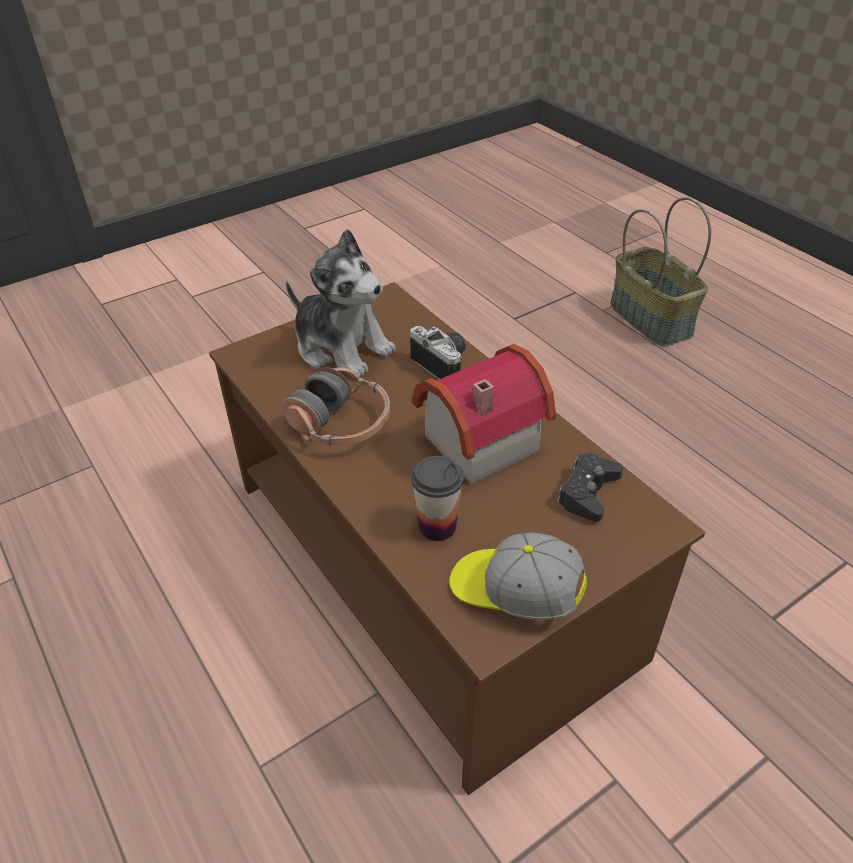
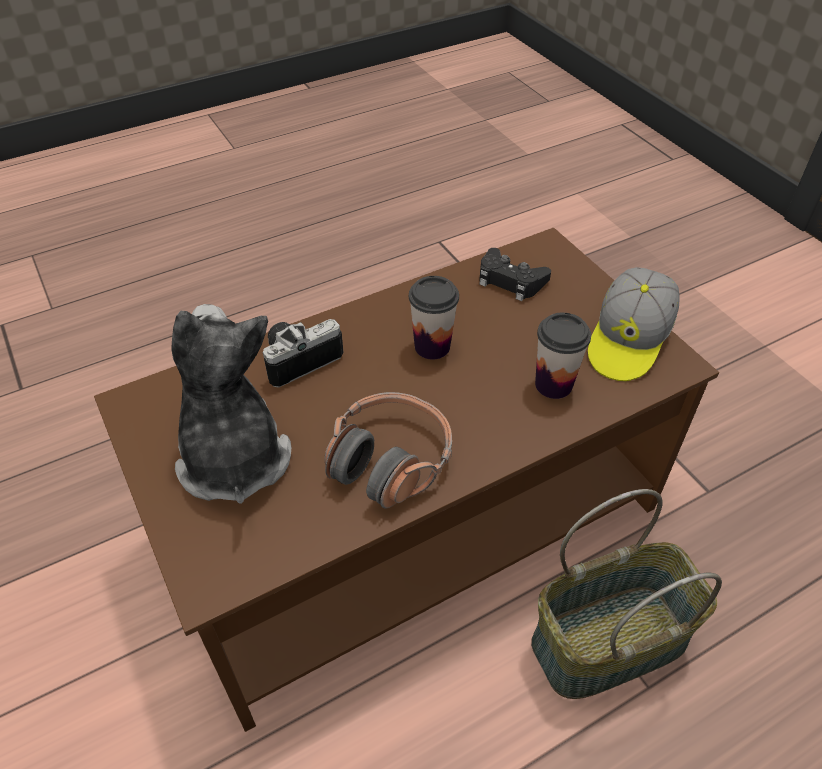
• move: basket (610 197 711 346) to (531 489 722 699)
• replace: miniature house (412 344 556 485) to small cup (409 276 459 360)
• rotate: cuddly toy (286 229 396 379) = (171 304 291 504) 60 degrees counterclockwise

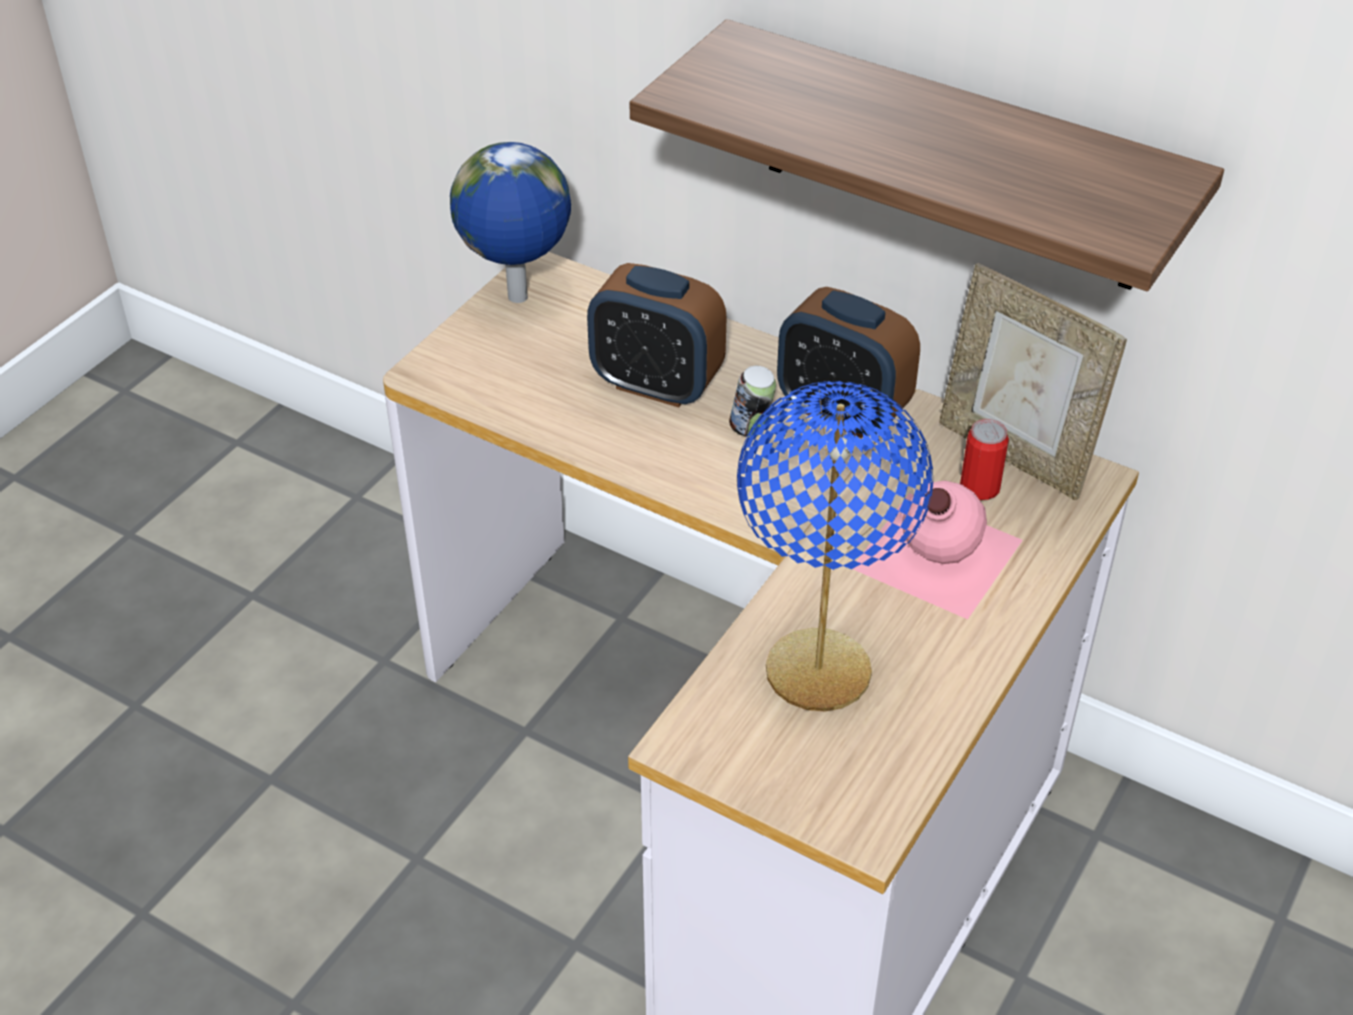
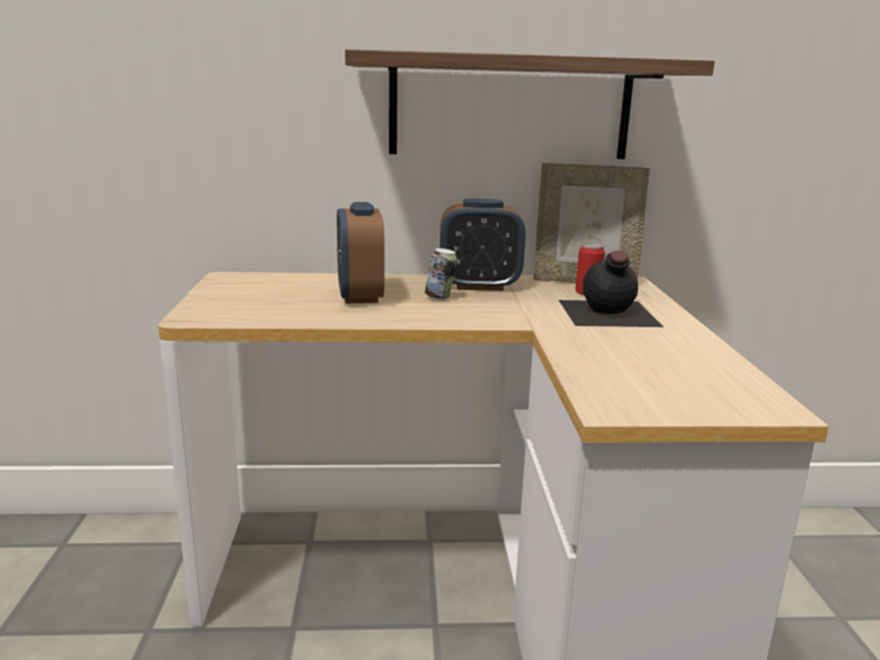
• delete: desk globe (450 142 571 303)
• delete: bluish tabletop lamp (737 381 933 712)
• recolor: pinkish beverage bottle (853 481 1023 619) to black-coloured beverage bottle (559 250 663 327)
• rotate: table clock (587 263 727 407) = (337 202 385 304) 90 degrees clockwise

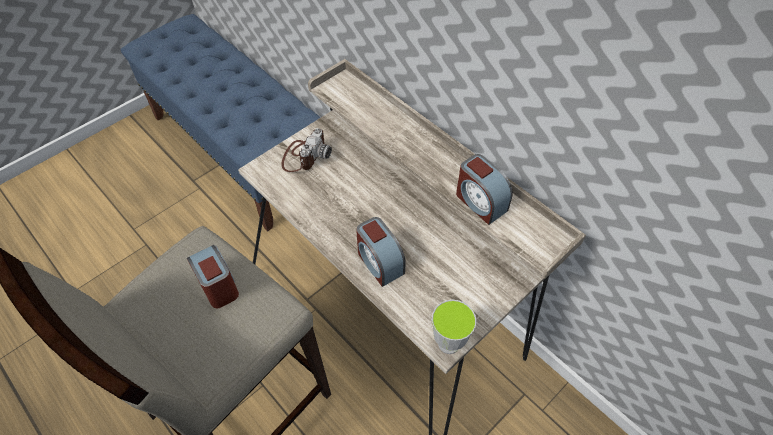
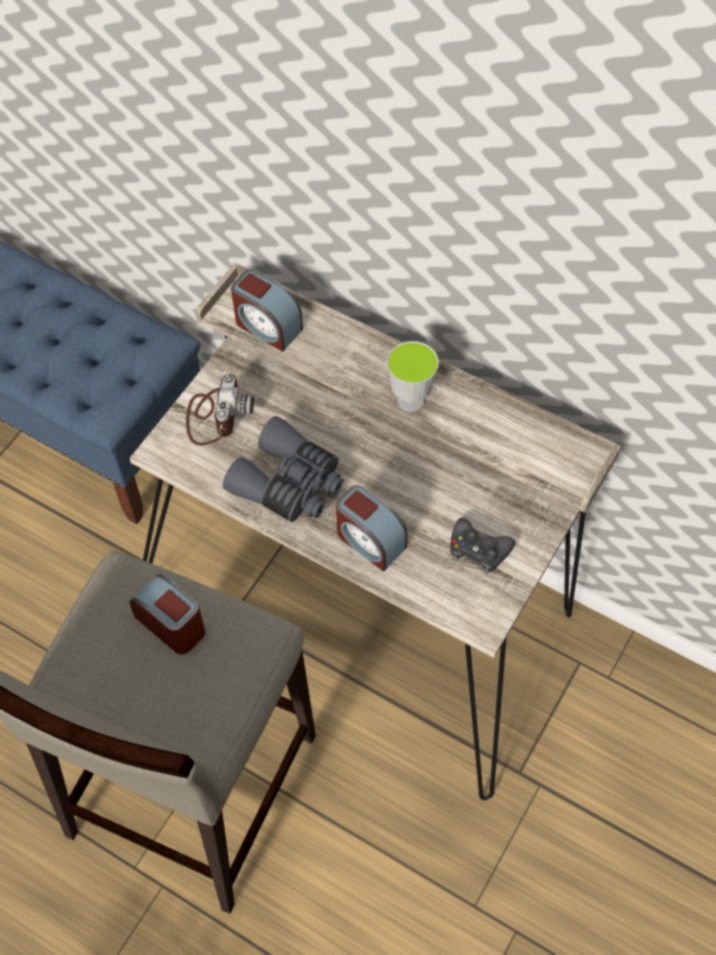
• insert: greyish binoculars (223 416 344 522)
• insert: black-coloured joypad (450 518 515 575)
• move: small cup (432 300 477 354) to (387 341 439 412)
• move: table clock (456 154 513 225) to (231 269 303 352)

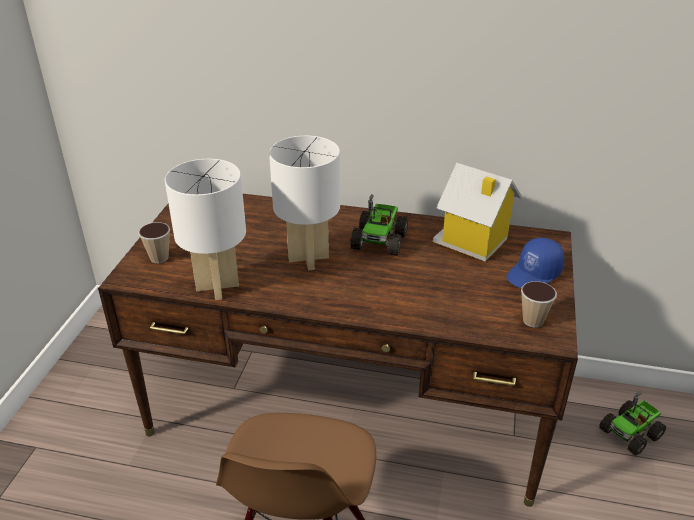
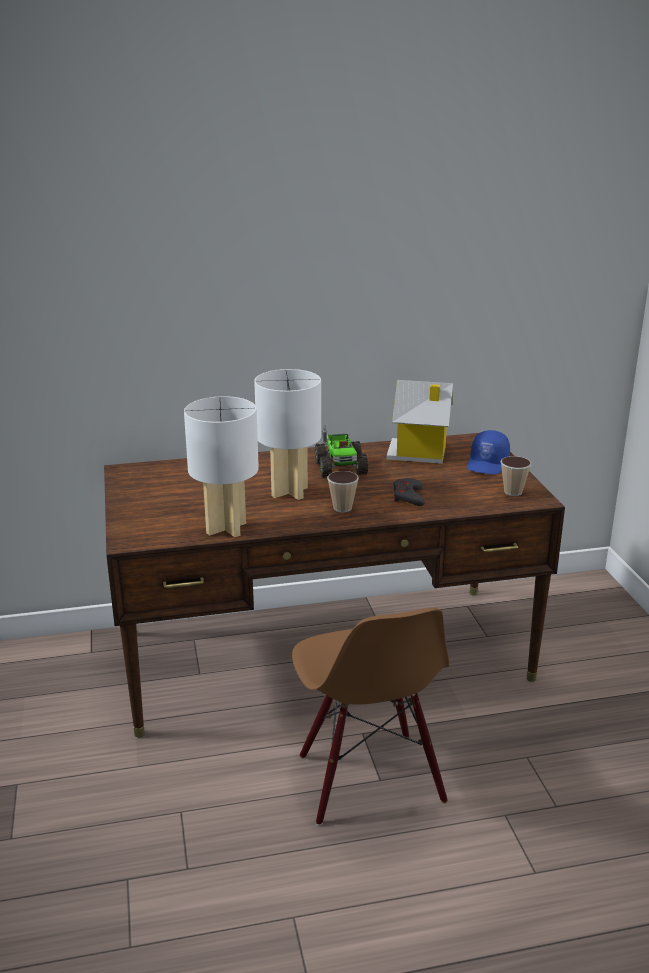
• delete: model truck (599 391 666 456)
• insert: greyish joypad (393 478 425 506)
• move: small cup (138 222 170 263) to (327 471 359 512)

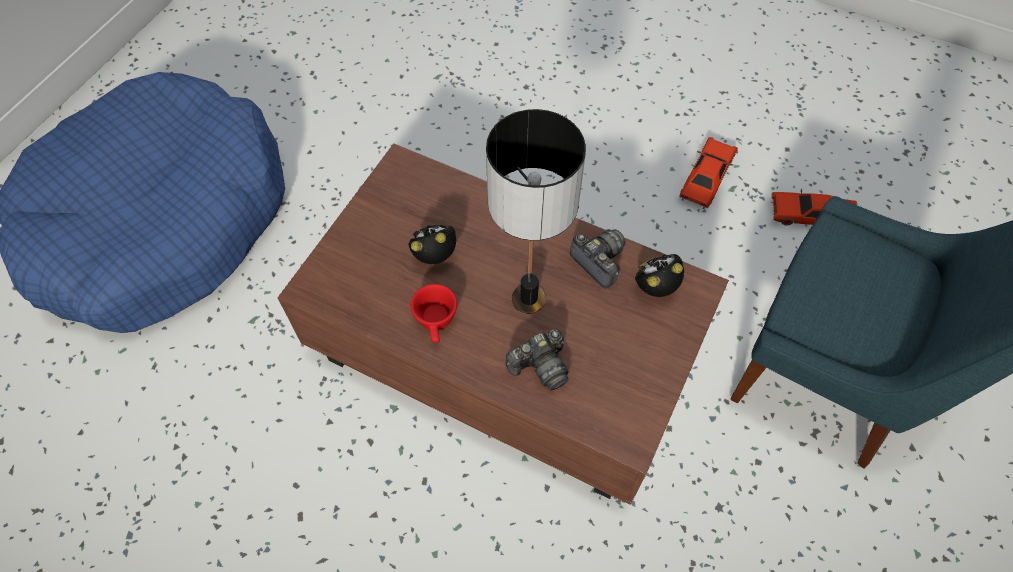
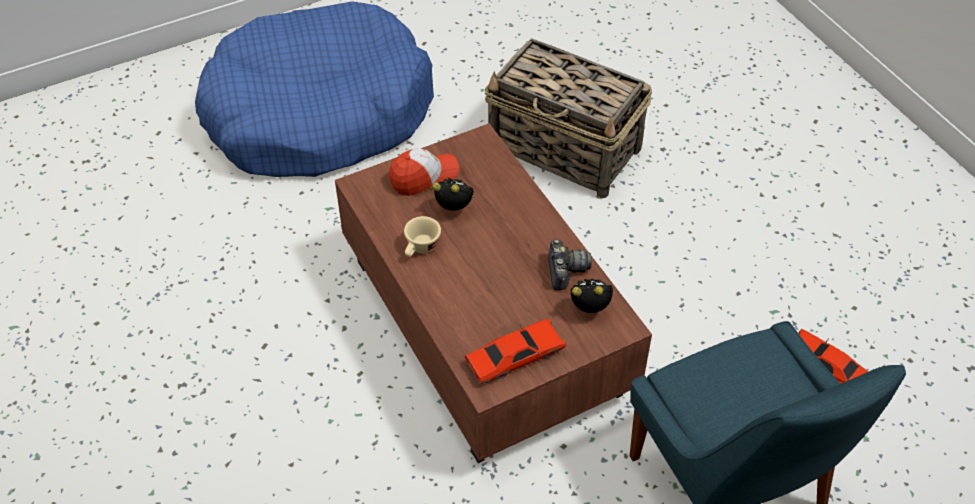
• delete: tabletop lamp (486 109 586 314)
• delete: photo camera (506 329 569 390)
• insert: peaked cap (389 148 460 196)
• insert: basket (485 38 652 199)
• move: red toy car (679 137 738 209) to (464 318 566 384)
• recolor: red small cup (410 284 457 343) to beige-coloured small cup (404 216 441 257)

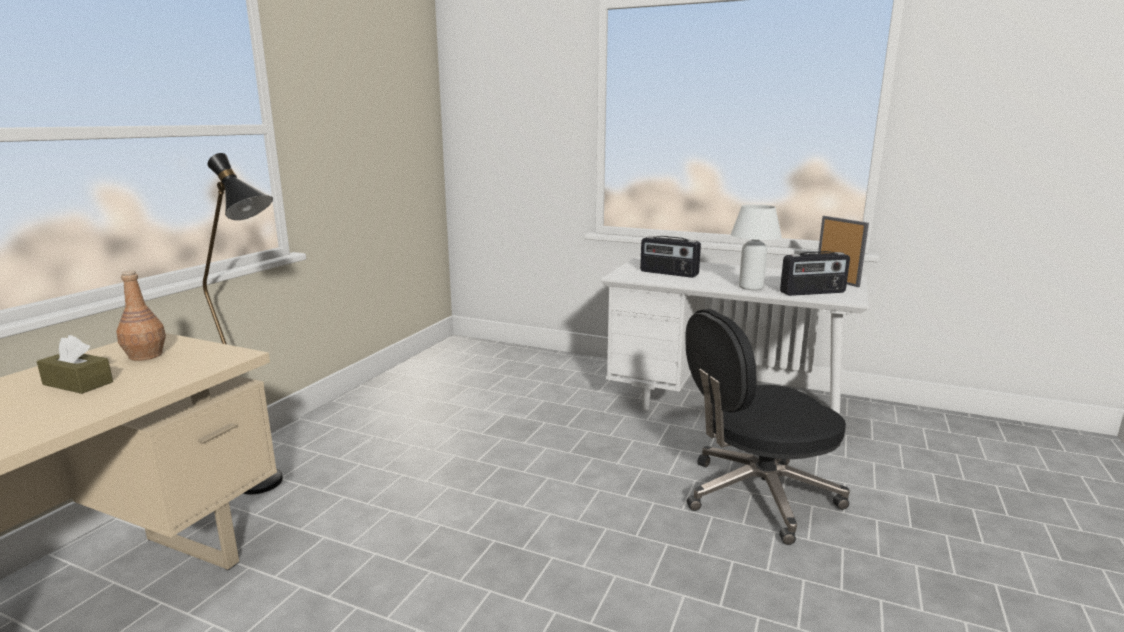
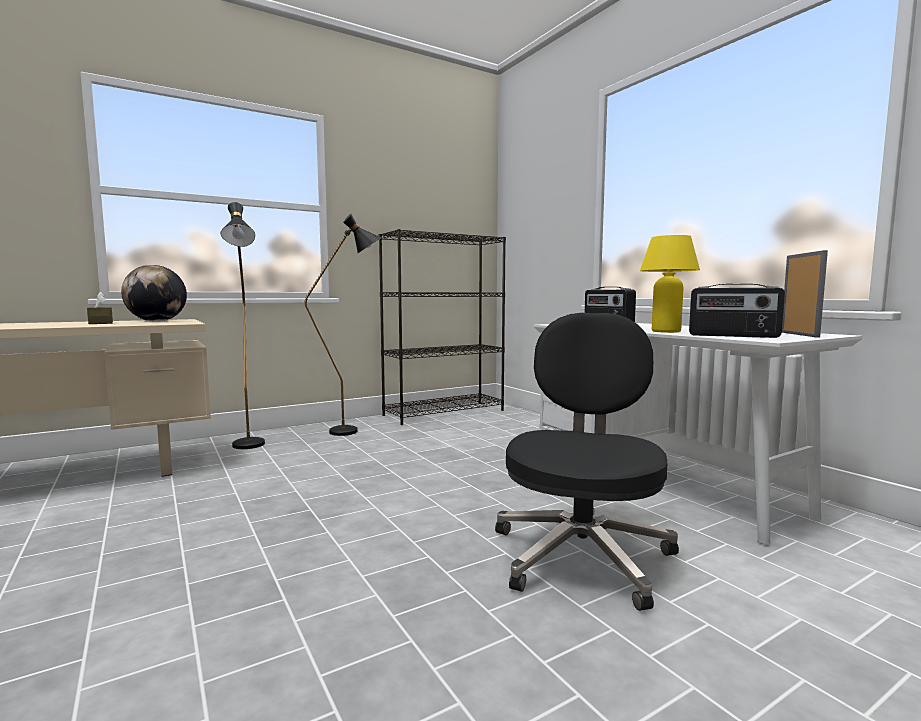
• insert: black-coloured standing lamp (305 214 382 436)
• insert: black-coloured bookshelf (379 229 506 425)
• replace: brown-coloured beverage bottle (116 270 166 361) to desk globe (121 265 187 322)
• recolor: white tabletop lamp (731 204 782 290) to yellow tabletop lamp (640 235 700 333)
• rotate: black-coloured desk chair (685 309 850 545) = (495 313 679 611) 90 degrees clockwise

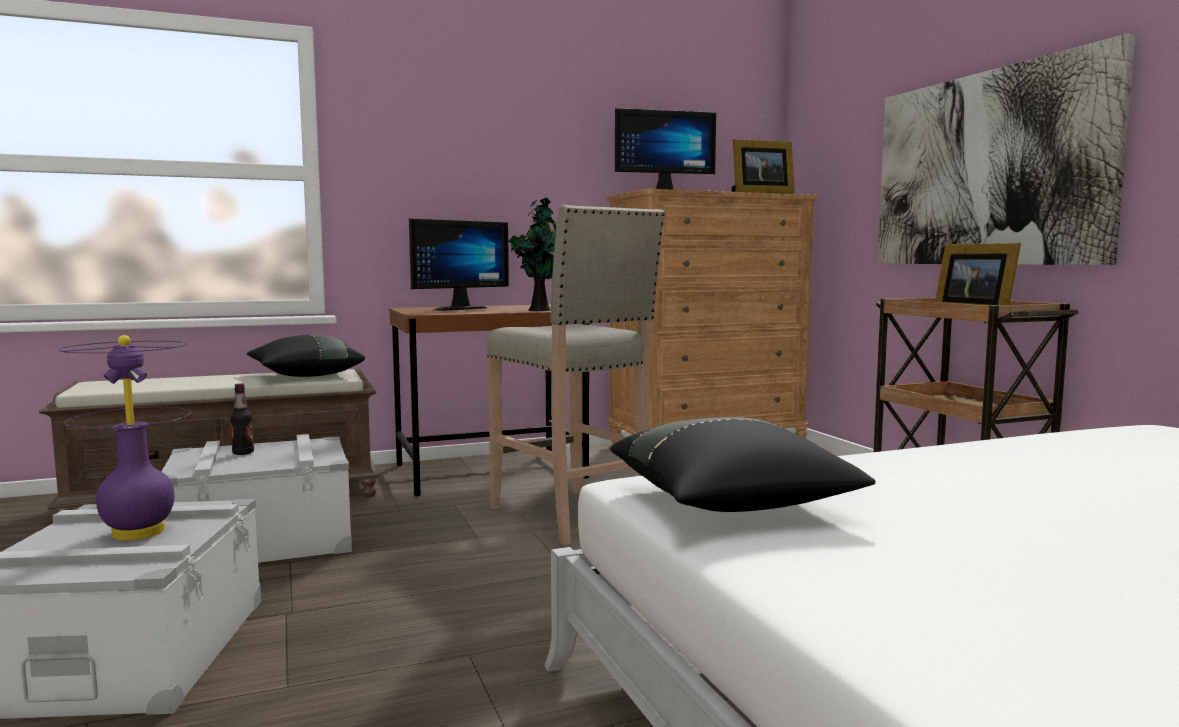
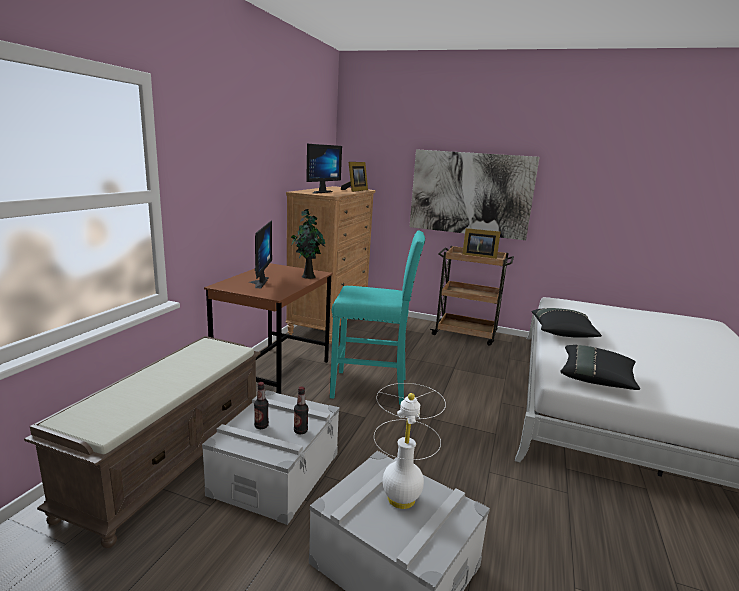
• insert: beverage bottle (294 386 308 434)
• move: black-coloured throw pillow (247 335 365 377) to (532 308 602 338)
• recolor: purple tabletop lamp (59 335 191 540) to white tabletop lamp (374 383 446 509)
• recolor: beige-coloured stool (486 205 665 545) to blue-green stool (330 231 425 405)

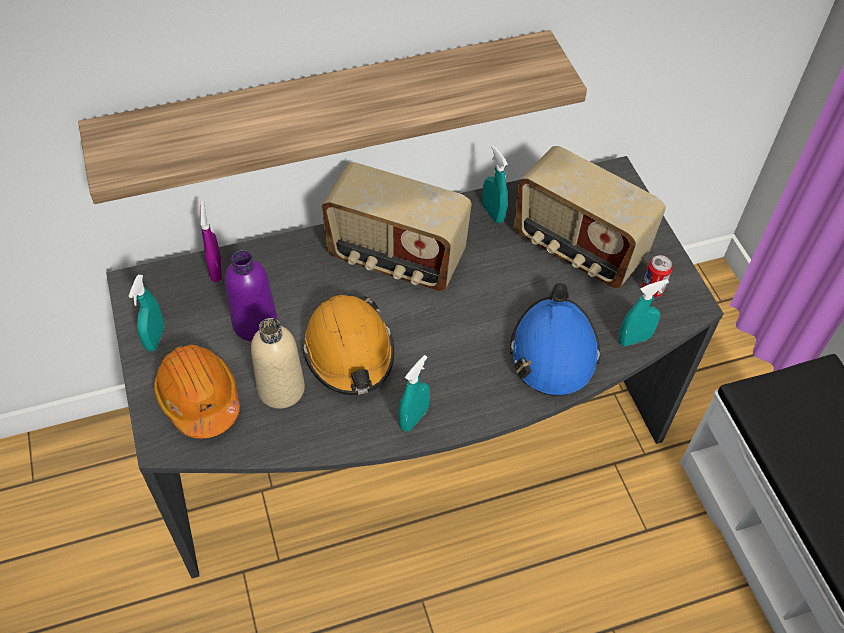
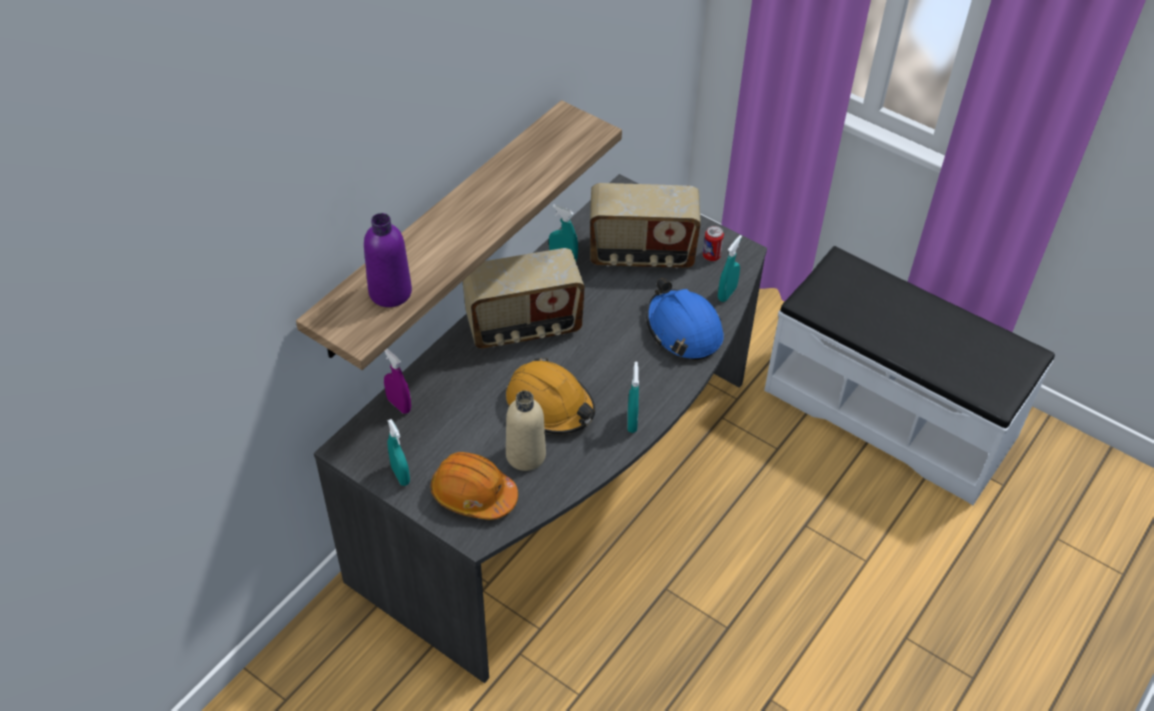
• move: purple beverage bottle (225 250 278 341) to (364 213 412 307)

